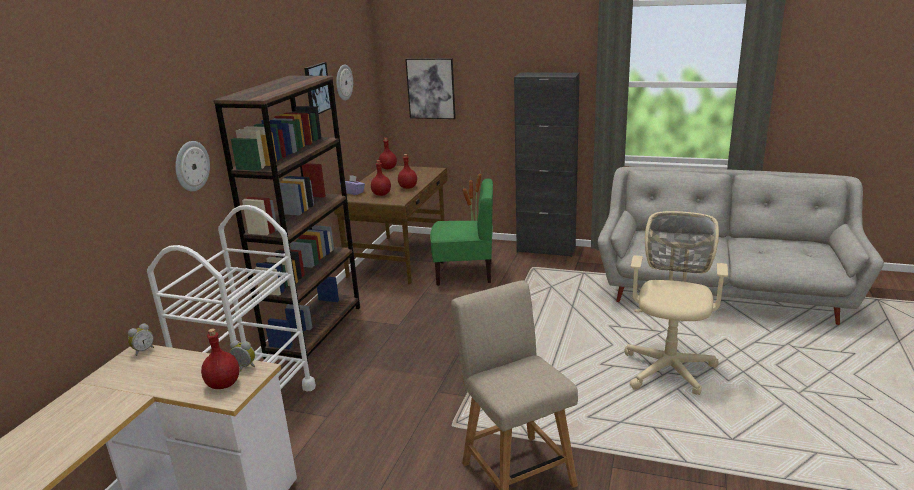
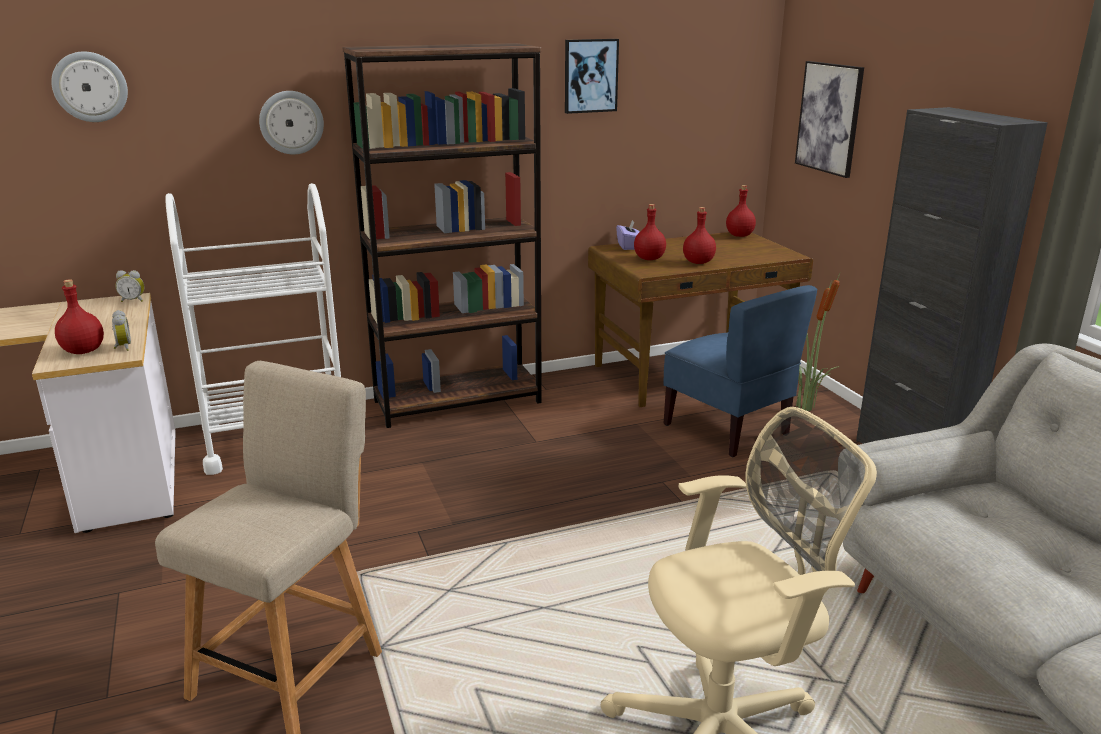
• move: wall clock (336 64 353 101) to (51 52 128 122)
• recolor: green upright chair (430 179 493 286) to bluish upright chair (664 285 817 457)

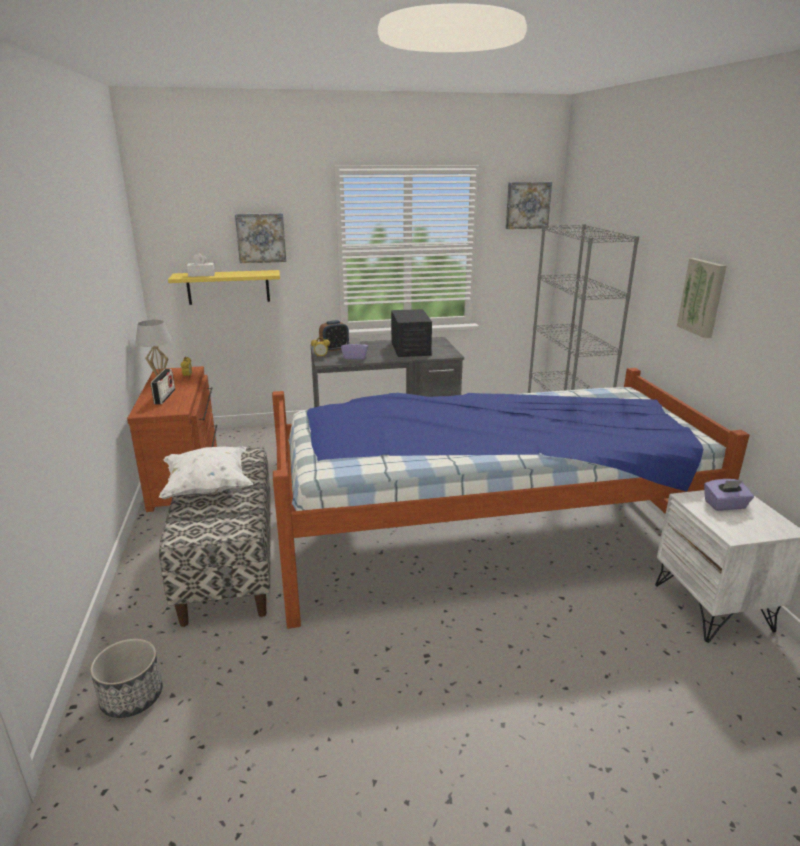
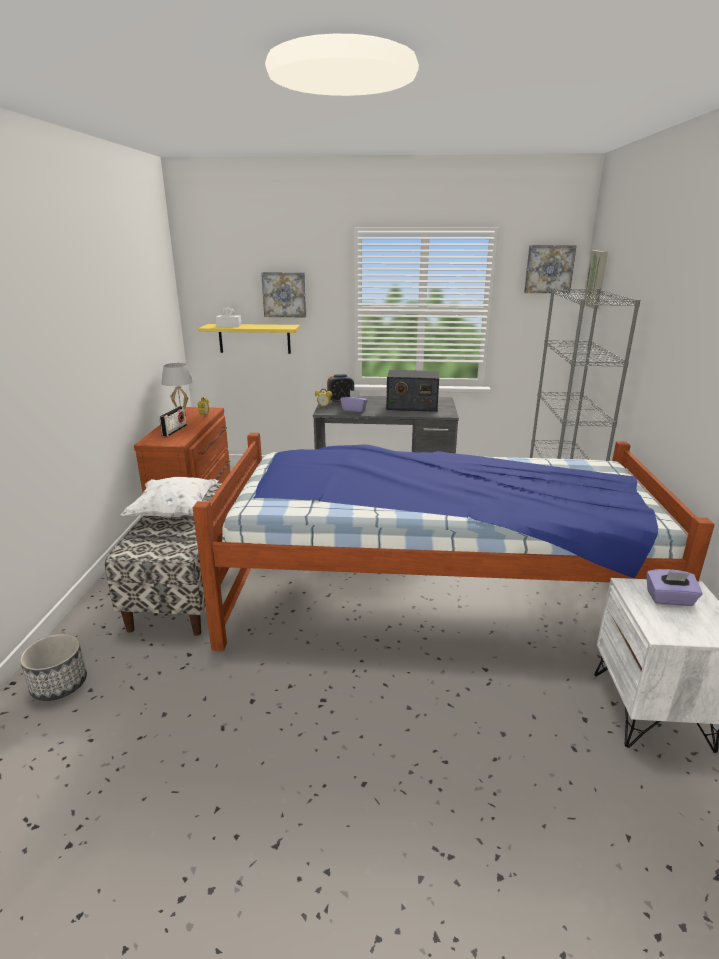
• move: wall art (677 258 726 338) to (584 250 608 309)
• rotate: radio set (391 309 432 357) = (386 370 439 412) 90 degrees clockwise

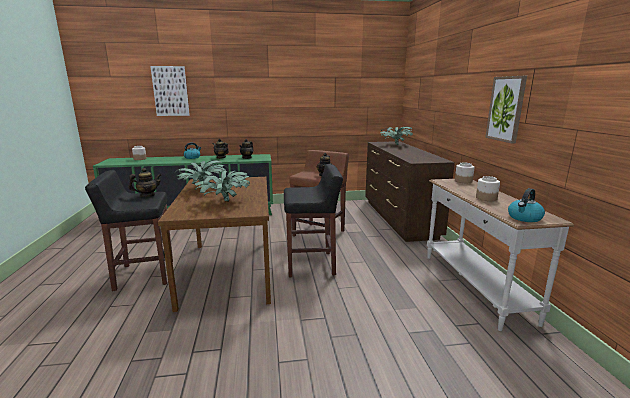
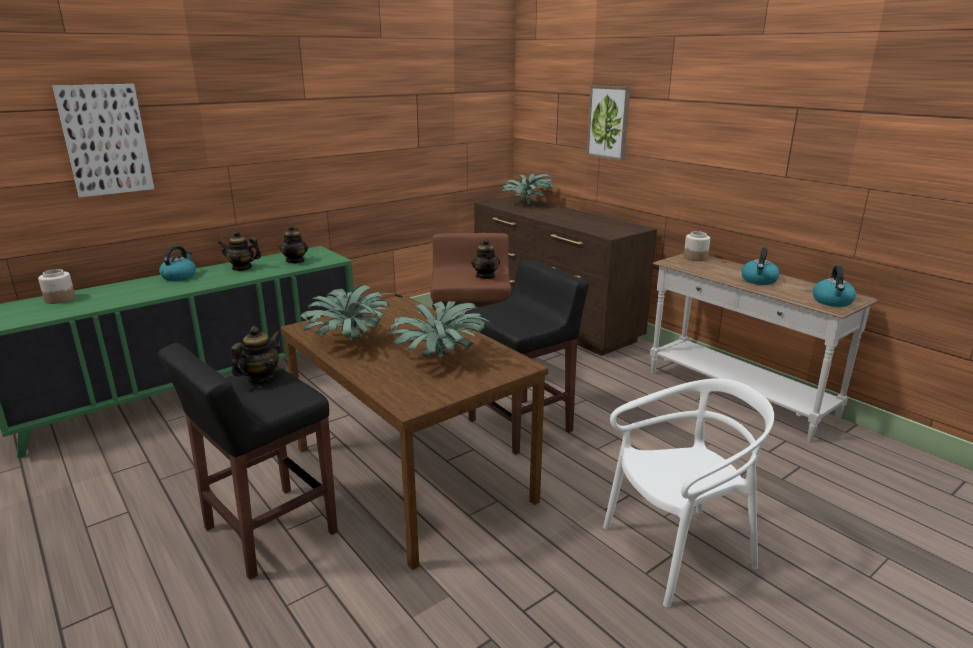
• insert: white upright chair (603 378 774 607)
• move: wall art (485 76 527 144) to (586 85 631 161)
• replace: storage jar (476 176 500 201) to water kettle (741 247 780 285)

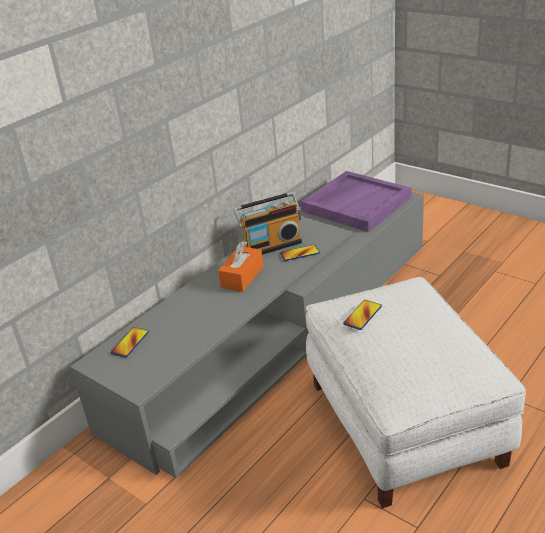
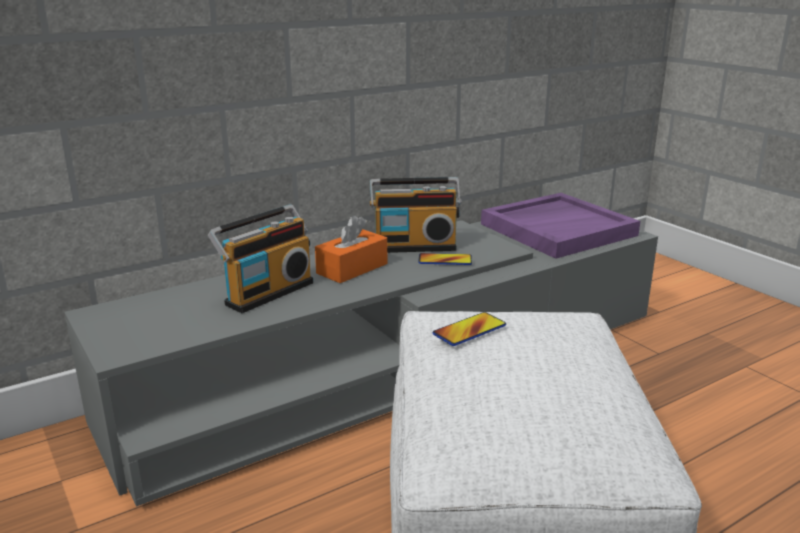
• delete: handset (111 327 149 357)
• insert: radio set (208 204 313 313)

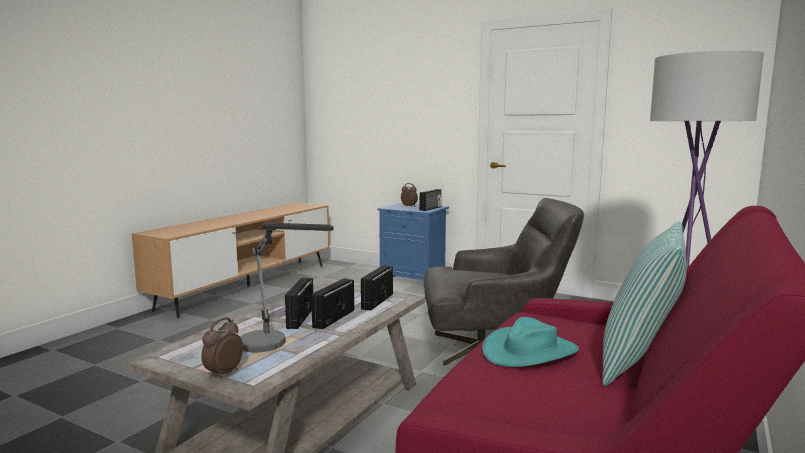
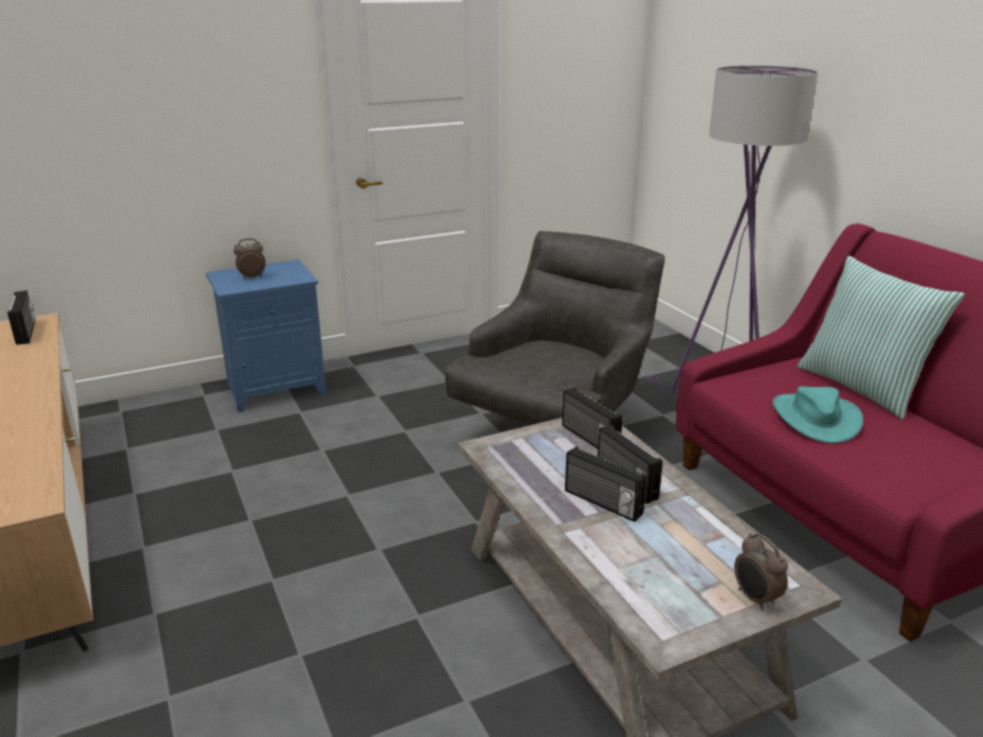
• delete: tabletop lamp (240 223 334 352)
• move: radio set (420 189 442 211) to (7 290 36 345)

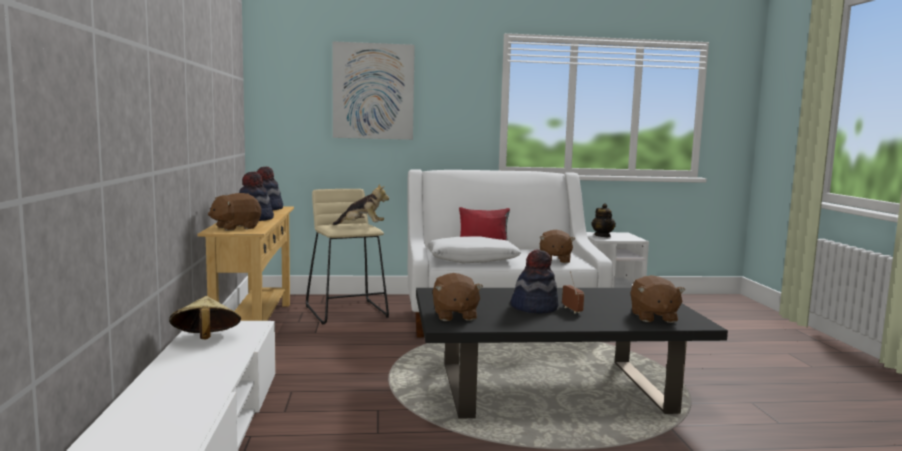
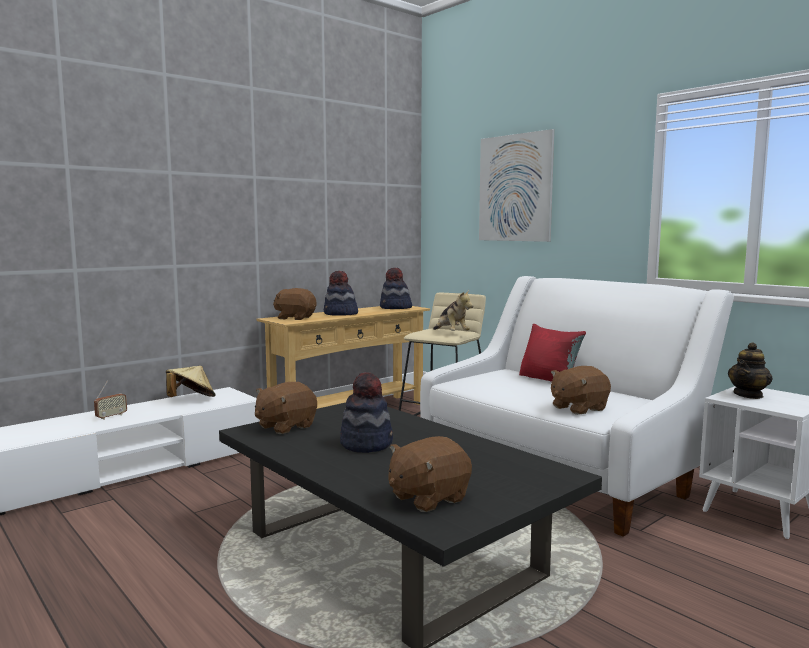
• delete: white throw pillow (427 236 521 263)
• move: radio set (562 271 584 313) to (94 380 127 420)

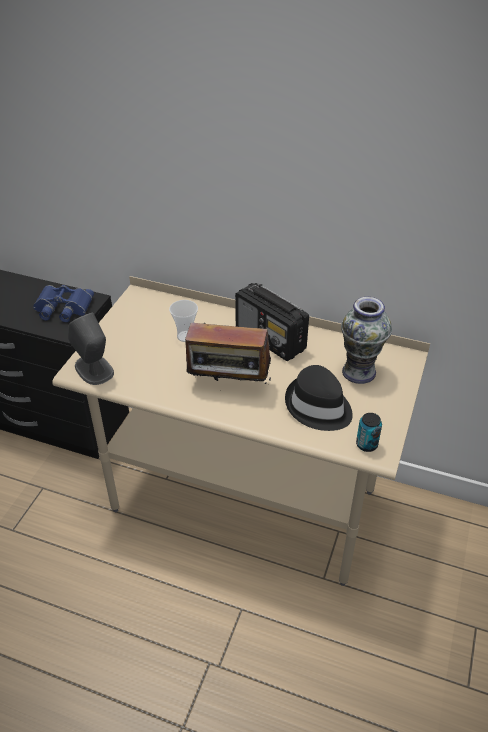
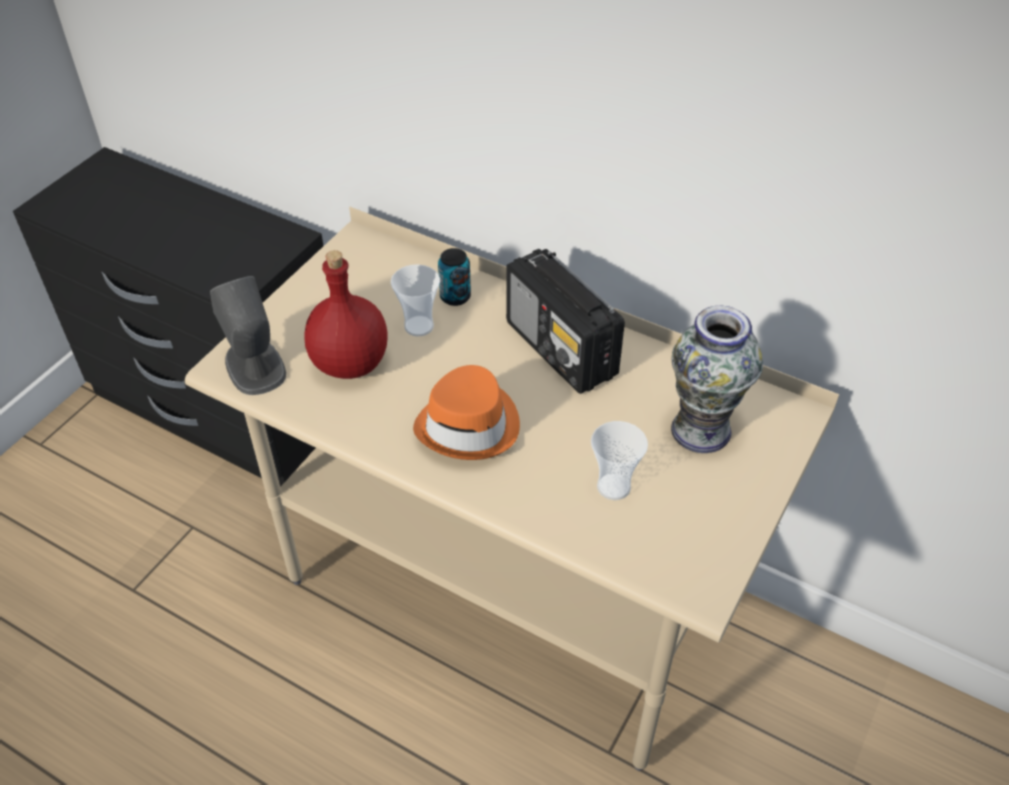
• delete: bluish binoculars (33 285 94 322)
• insert: red beverage bottle (304 250 388 379)
• move: metal can (356 413 382 452) to (438 248 471 306)
• replace: radio set (185 323 271 390) to orangey hat (413 365 520 460)
• replace: black-coloured hat (285 365 353 431) to small cup (591 421 648 500)

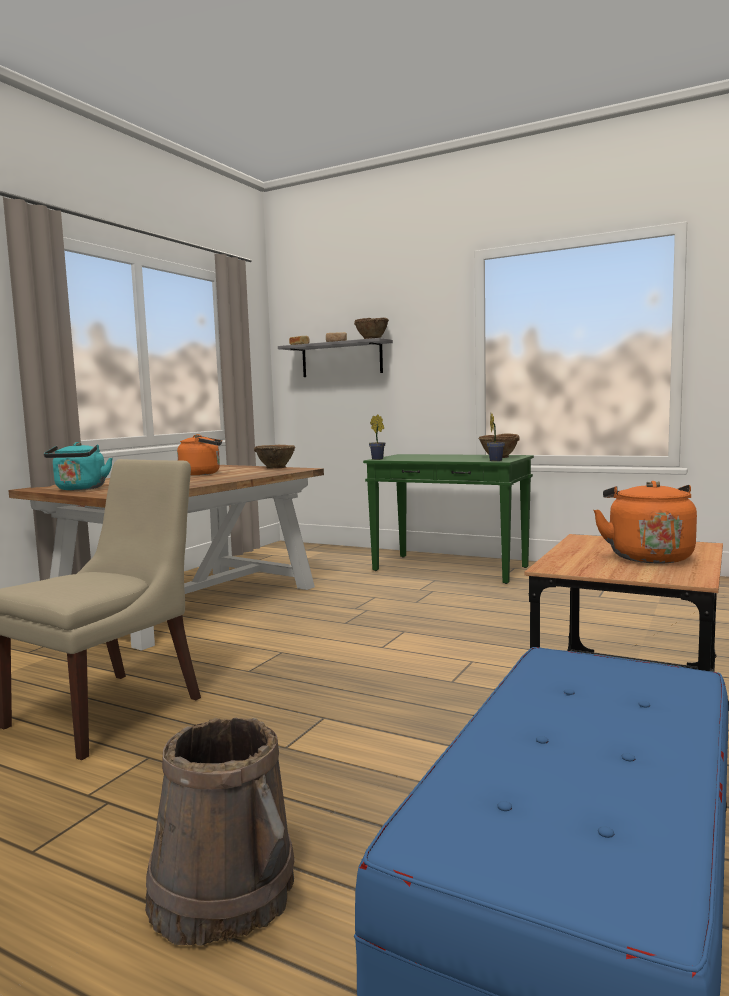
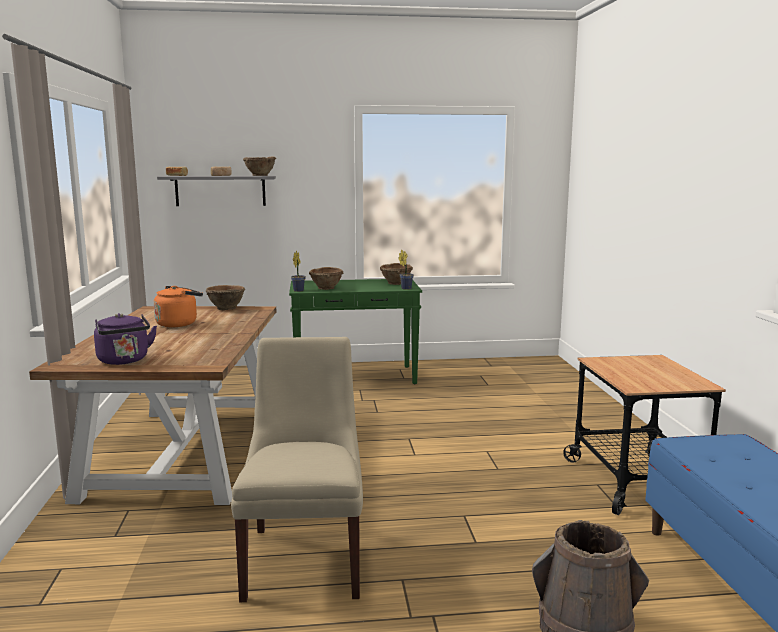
• delete: orangey water kettle (594 481 697 564)
• insert: brown-coloured bowl (309 267 343 290)
• recolor: blue-green water kettle (44 442 113 490) to purple water kettle (94 313 157 365)

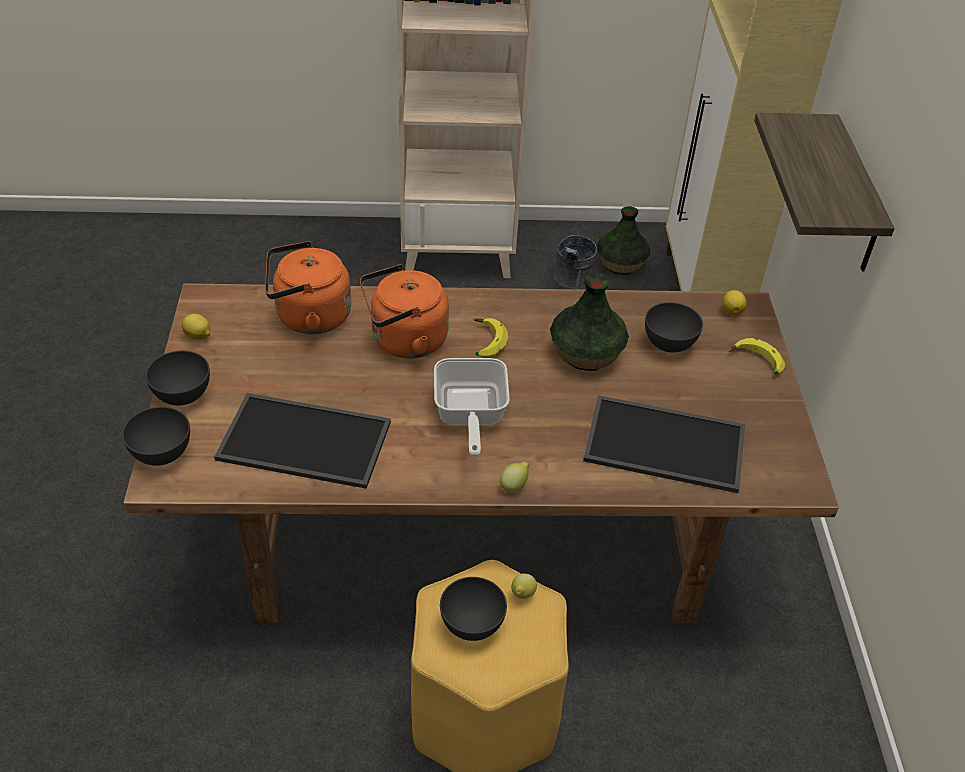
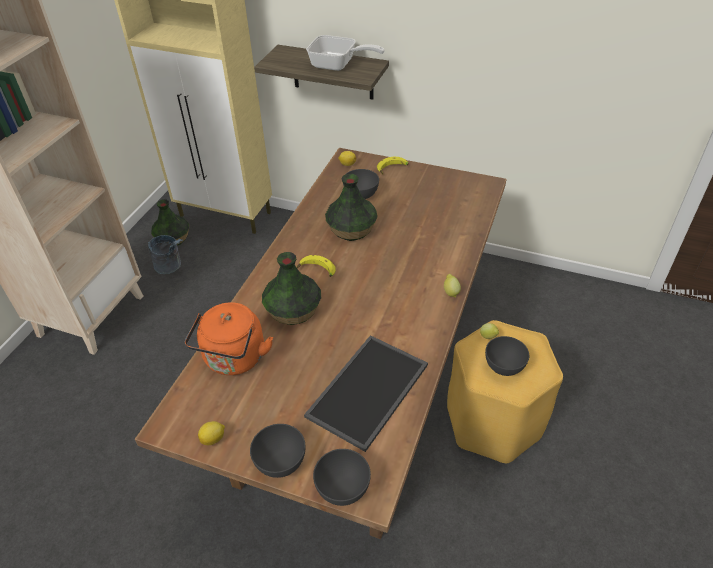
• delete: carrying tray (583 395 745 493)
• move: skillet (434 358 510 457) to (306 35 385 71)
• replace: orangey water kettle (360 264 449 358) to decorative vase (262 252 321 325)

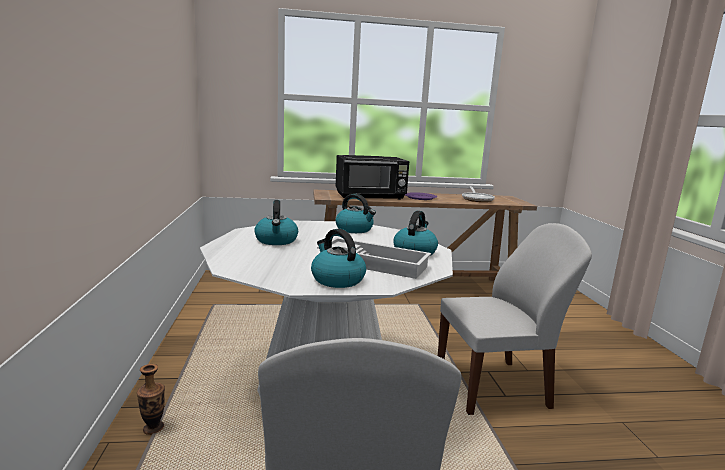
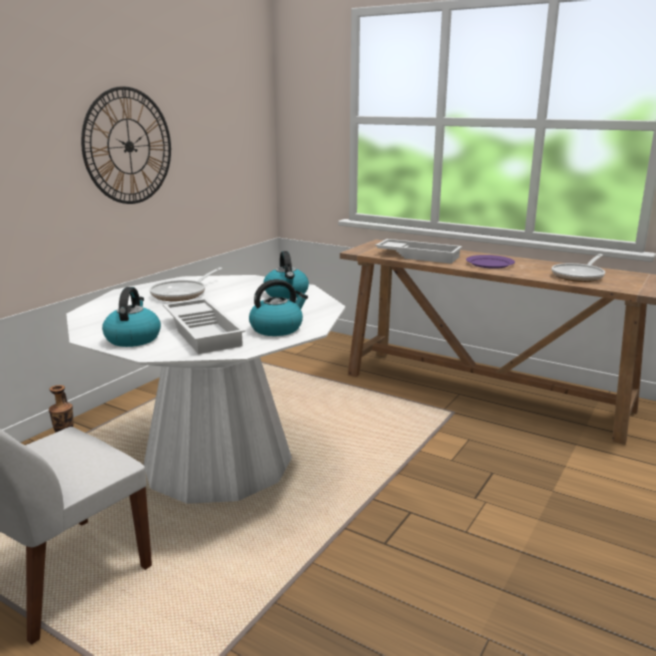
• delete: white upright chair (438 223 592 415)
• insert: wall clock (81 86 171 204)
• replace: water kettle (254 200 298 245) to skillet (149 267 222 301)
• replace: black-coloured kitchen microwave (336 155 409 200) to white carrying tray (375 239 462 264)

